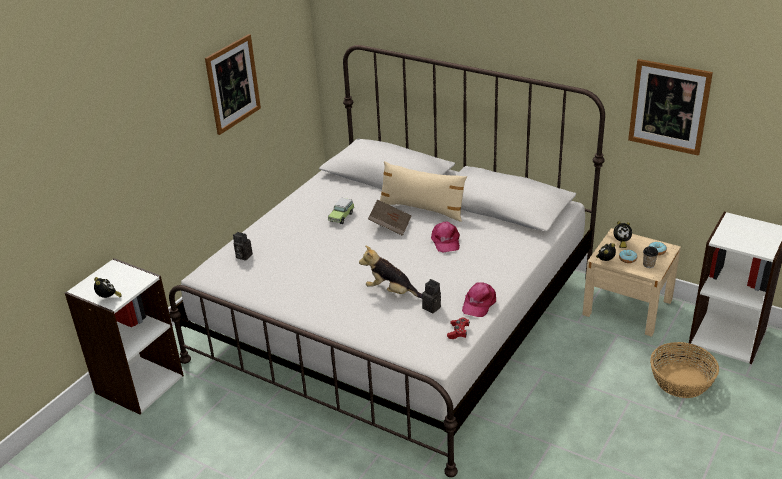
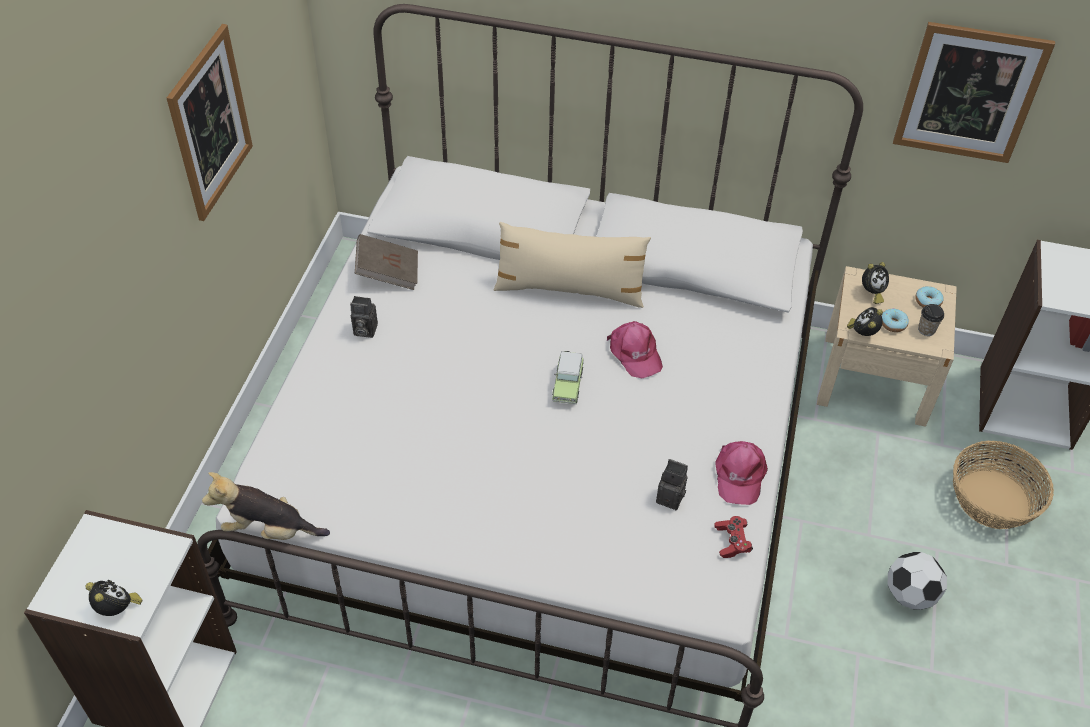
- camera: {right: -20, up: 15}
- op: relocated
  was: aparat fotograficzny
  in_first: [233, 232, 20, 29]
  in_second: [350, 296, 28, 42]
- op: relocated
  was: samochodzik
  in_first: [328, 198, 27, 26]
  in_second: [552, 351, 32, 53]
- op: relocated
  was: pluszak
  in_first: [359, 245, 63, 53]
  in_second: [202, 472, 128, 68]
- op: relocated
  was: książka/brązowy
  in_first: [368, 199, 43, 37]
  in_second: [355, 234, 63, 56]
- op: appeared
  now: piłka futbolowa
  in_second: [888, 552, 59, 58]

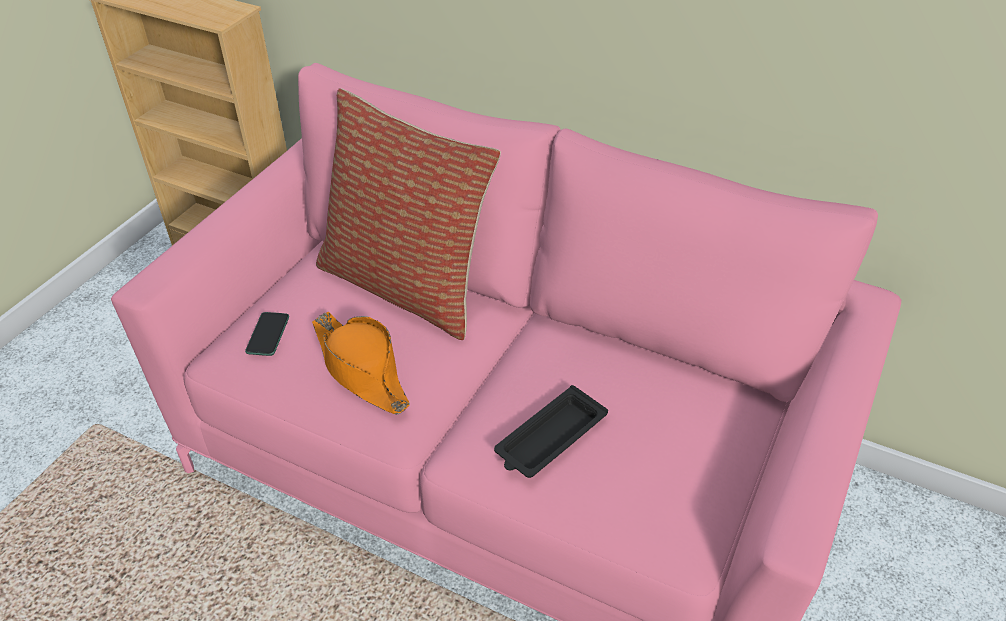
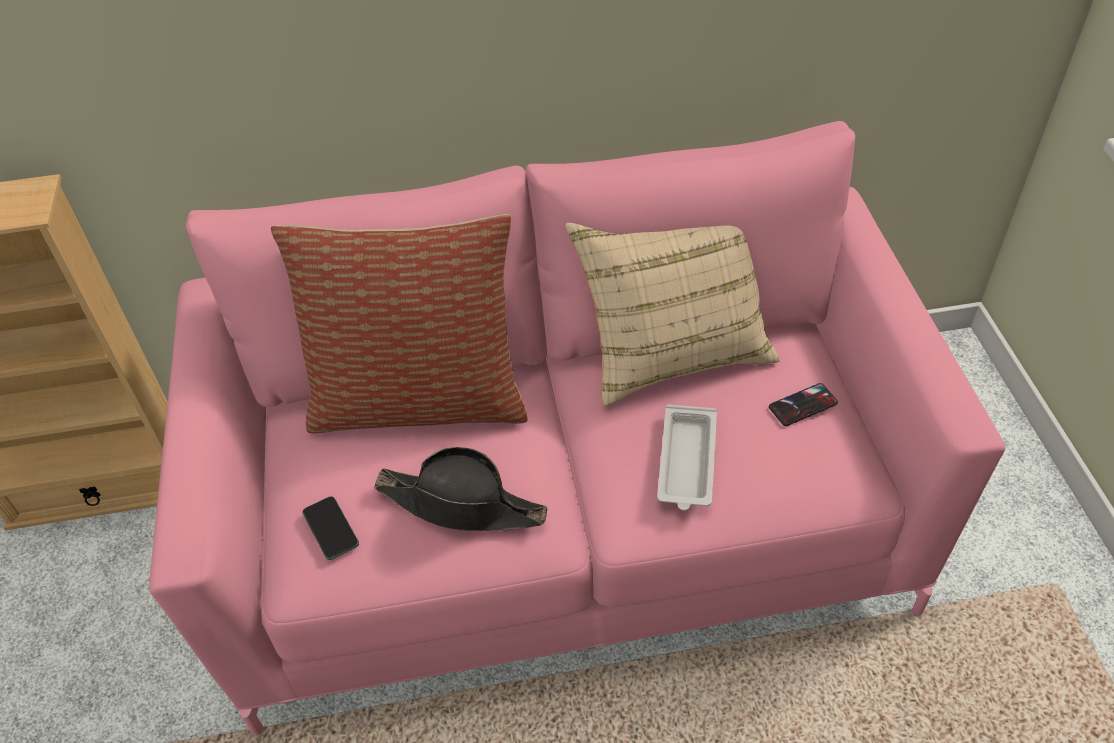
- camera: {right: -35, up: 5}
- op: colour
  was: kapelusz/pomarańczowy
  now: kapelusz/czarny
  in_first: [312, 312, 98, 103]
  in_second: [374, 447, 174, 84]
- op: colour
  was: taca/czarny
  now: taca/biały
  in_first: [494, 385, 114, 93]
  in_second: [657, 404, 60, 107]
- op: appeared
  now: poduszka/beżowy
  in_second: [565, 223, 215, 184]
- op: appeared
  now: telefon
  in_second: [769, 383, 69, 43]

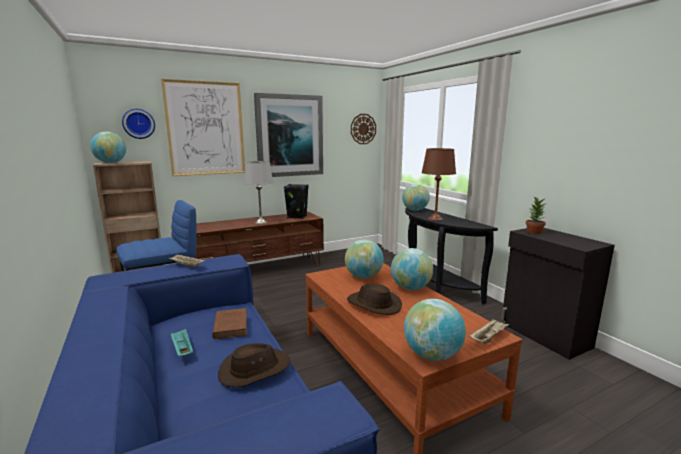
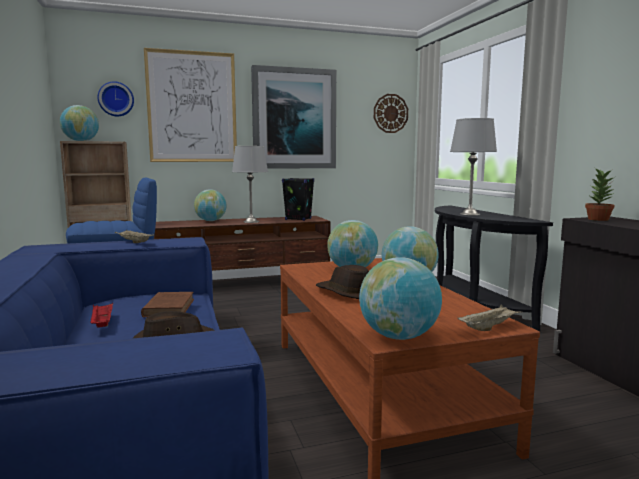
- camera: {right: 10, up: -5}
- op: colour
  was: taca/turkusowy
  now: taca/czerwony
  in_first: [170, 328, 23, 28]
  in_second: [90, 303, 23, 25]
- op: relocated
  was: globus
  in_first: [402, 184, 28, 27]
  in_second: [194, 189, 32, 32]
- op: colour
  was: lampa stołowa/brązowy
  now: lampa stołowa/szary
  in_first: [422, 148, 34, 73]
  in_second: [450, 118, 47, 98]

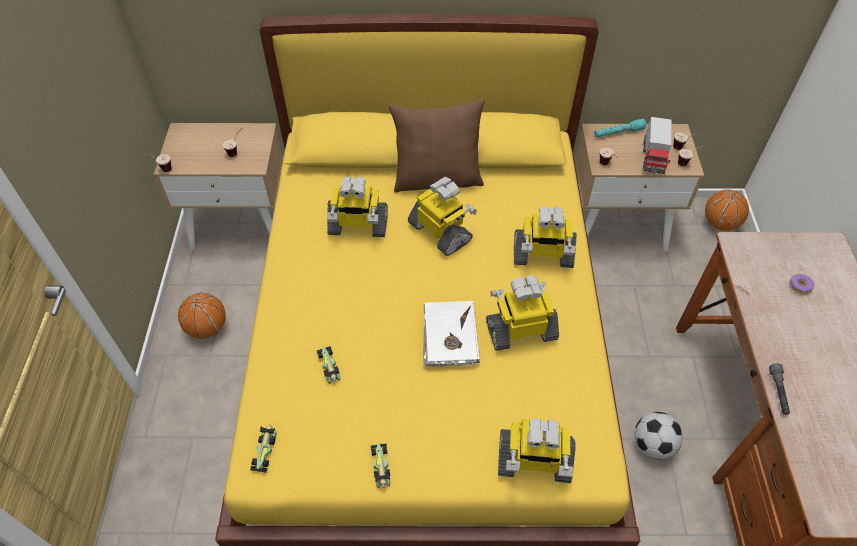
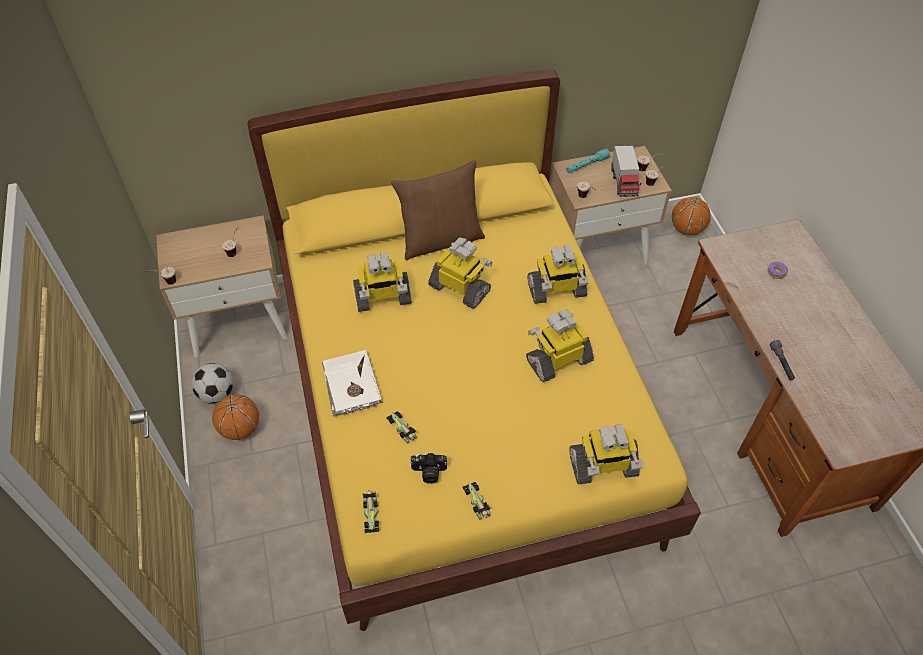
- camera: {right: -15, up: 0}
- op: relocated
  was: książka/biały
  in_first: [423, 301, 57, 65]
  in_second: [322, 350, 60, 66]
- op: relocated
  was: piłka futbolowa
  in_first: [635, 412, 48, 48]
  in_second: [192, 363, 41, 41]
- op: appeared
  now: aparat fotograficzny
  in_second: [410, 453, 37, 31]

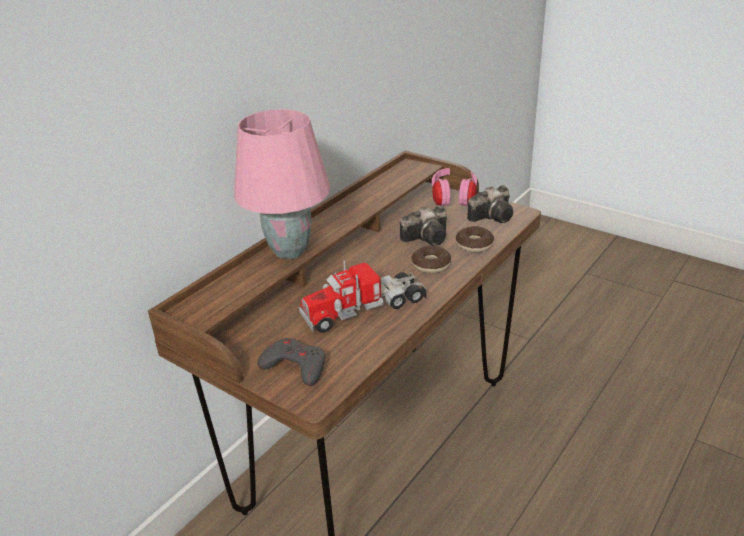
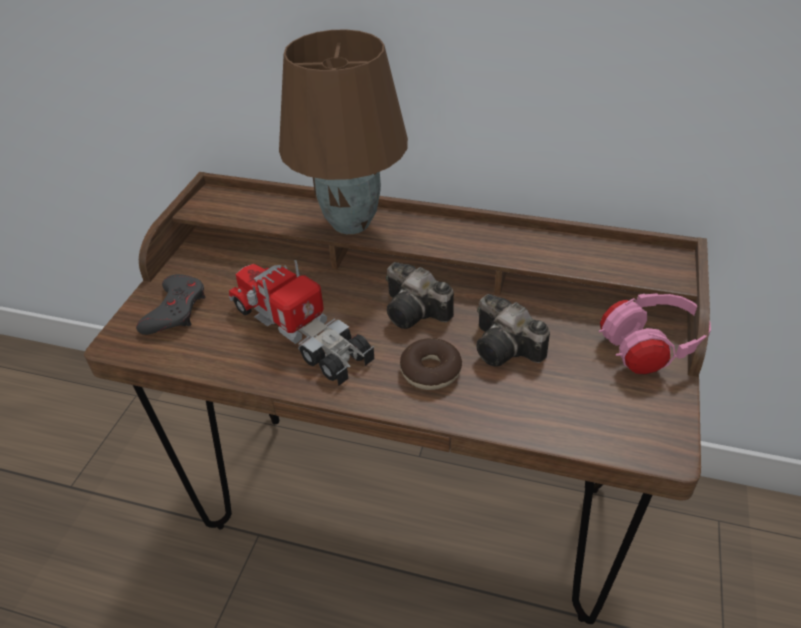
- camera: {right: 70, up: 10}
- op: colour
  was: lampa stołowa/różowy
  now: lampa stołowa/brązowy
  in_first: [234, 109, 96, 150]
  in_second: [279, 29, 129, 205]
- op: missing
  was: donut
  in_first: [456, 226, 38, 27]
- op: relocated
  was: aparat fotograficzny
  in_first: [467, 185, 46, 38]
  in_second: [386, 262, 68, 67]

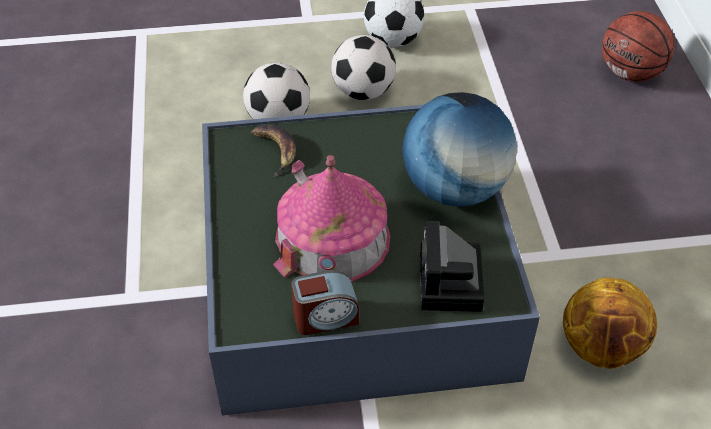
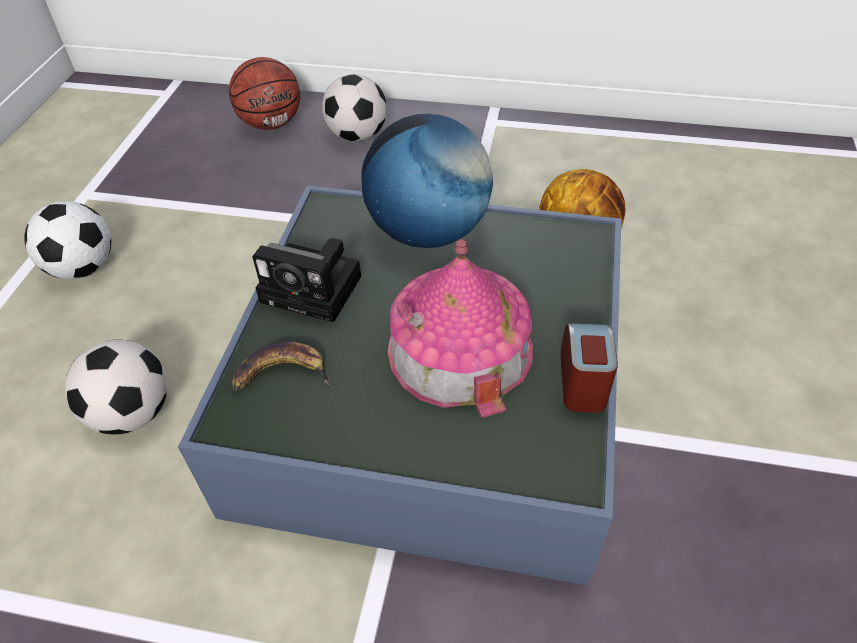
- camera: {right: -70, up: 0}
- op: relocated
  was: piłka futbolowa
  in_first: [331, 35, 65, 65]
  in_second: [322, 74, 65, 68]
- op: relocated
  was: aparat fotograficzny
  in_first: [420, 221, 64, 91]
  in_second: [252, 238, 109, 85]

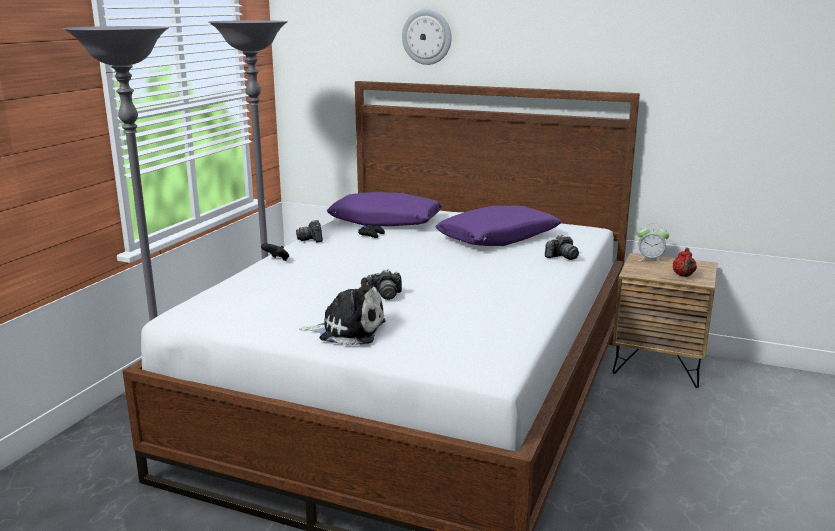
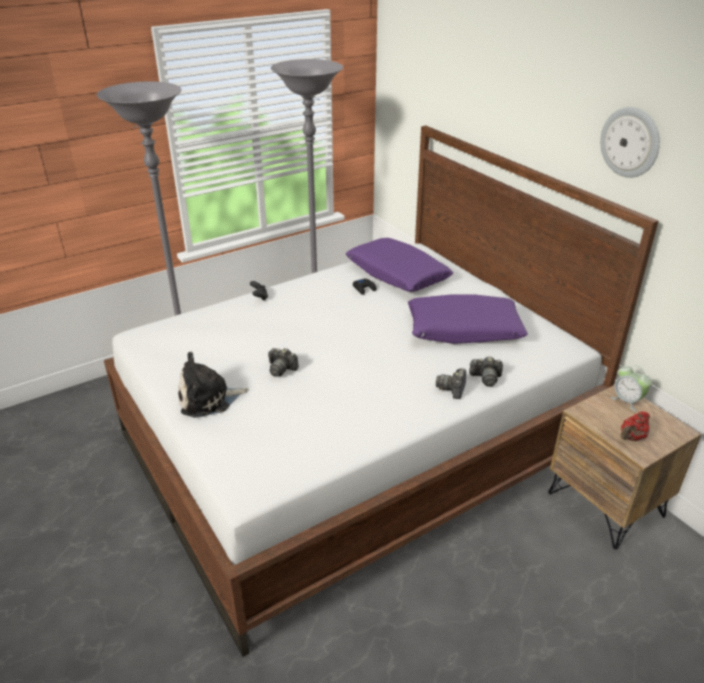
- camera: {right: 35, up: 15}
- op: relocated
  was: aparat fotograficzny
  in_first: [296, 220, 27, 22]
  in_second: [436, 368, 30, 31]
- op: spun
  was: pluszak
  in_first: [299, 277, 87, 69]
  in_second: [178, 352, 71, 66]
  clockwise: 120
- op: relocated
  was: zegar ścienny
  in_first: [402, 9, 50, 56]
  in_second: [600, 107, 60, 71]

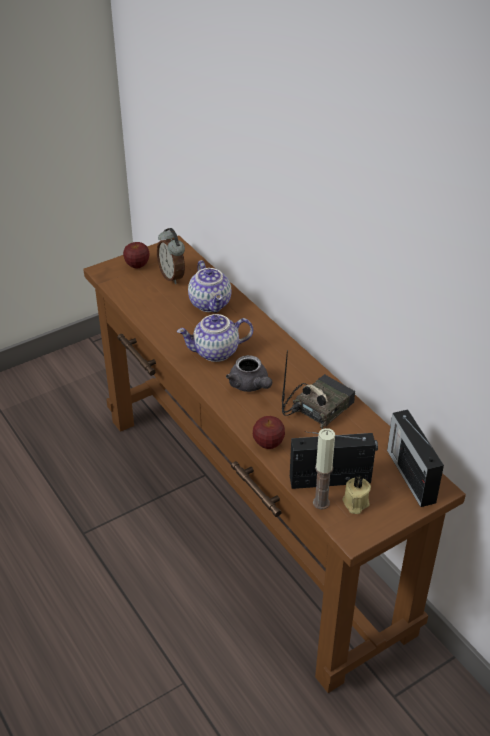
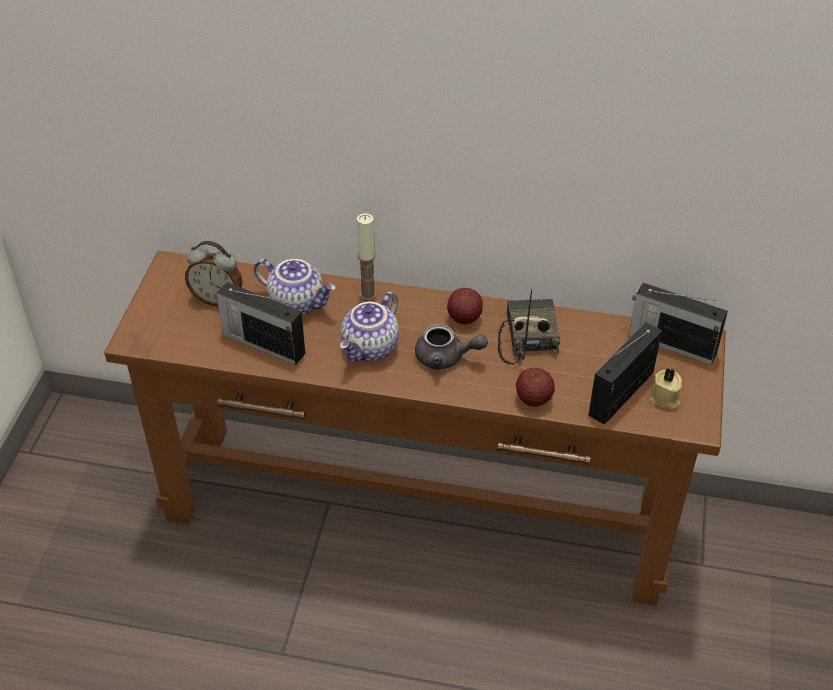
- camera: {right: -45, up: 5}
- op: relocated
  was: jabłko
  in_first: [123, 242, 27, 26]
  in_second: [447, 288, 36, 36]
- op: relocated
  was: świeca
  in_first: [313, 428, 22, 82]
  in_second: [357, 213, 20, 88]
- op: appeared
  now: radio
  in_second: [216, 282, 89, 83]

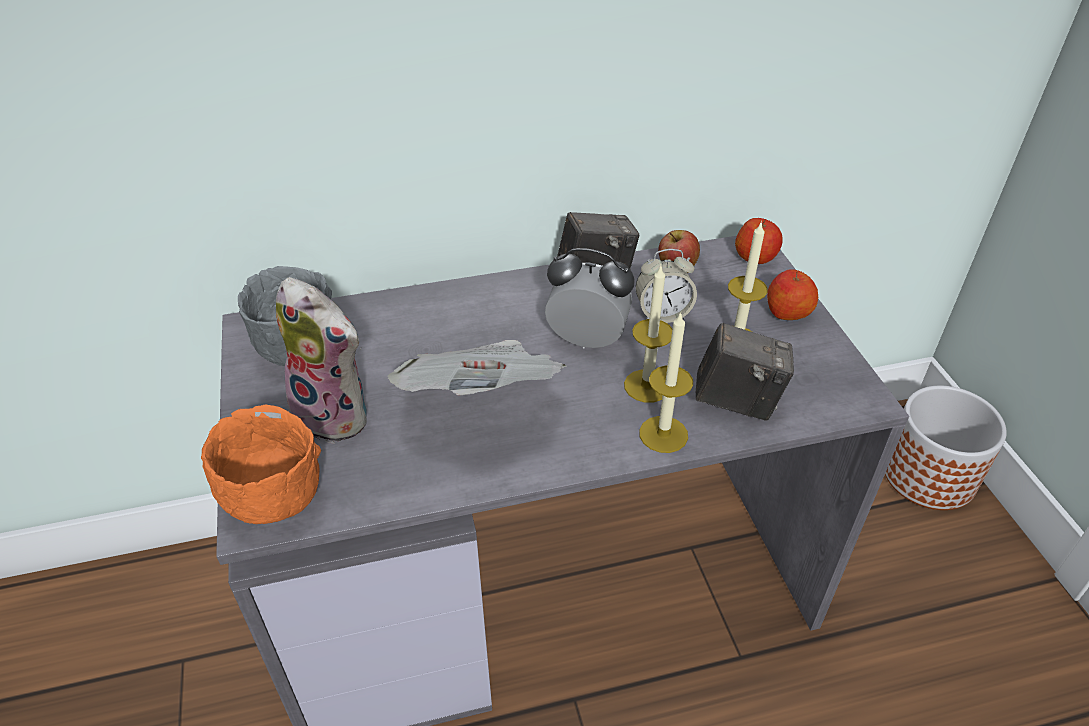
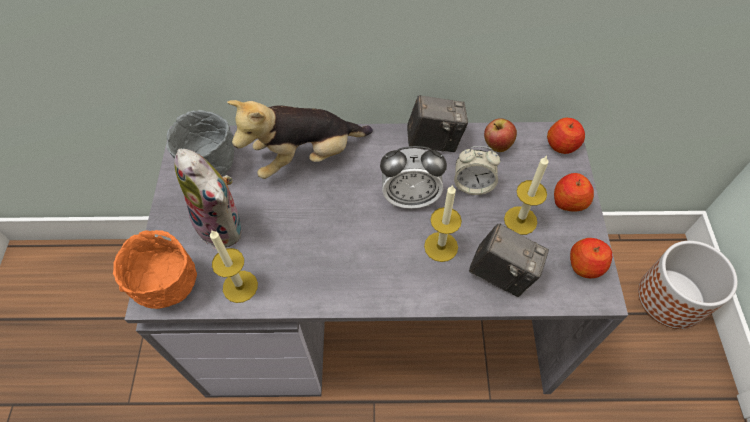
- camera: {right: 15, up: 15}
- op: missing
  was: gazeta
  in_first: [387, 340, 179, 55]
- op: spun
  was: budzik
  in_first: [545, 248, 89, 101]
  in_second: [380, 146, 67, 63]
  clockwise: 150
- op: relocated
  was: świeca
  in_first: [639, 312, 54, 141]
  in_second: [210, 230, 48, 73]
- op: appeared
  now: pluszak
  in_second: [227, 100, 146, 79]
- op: appeared
  now: jabłko
  in_second: [570, 238, 42, 40]

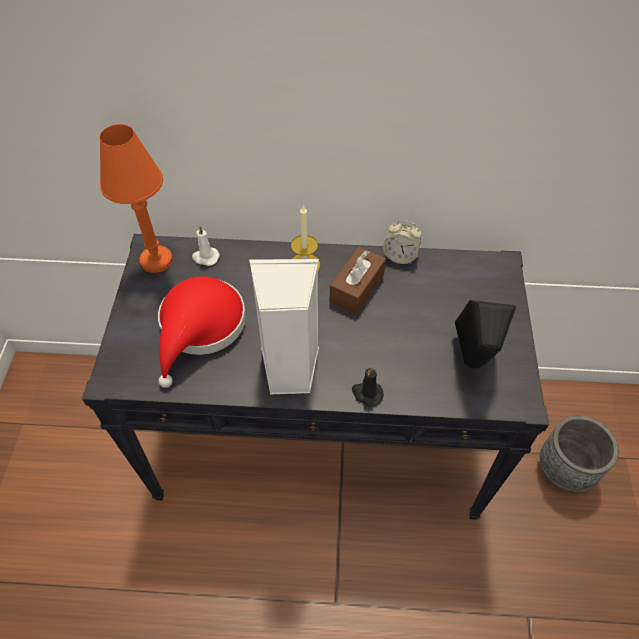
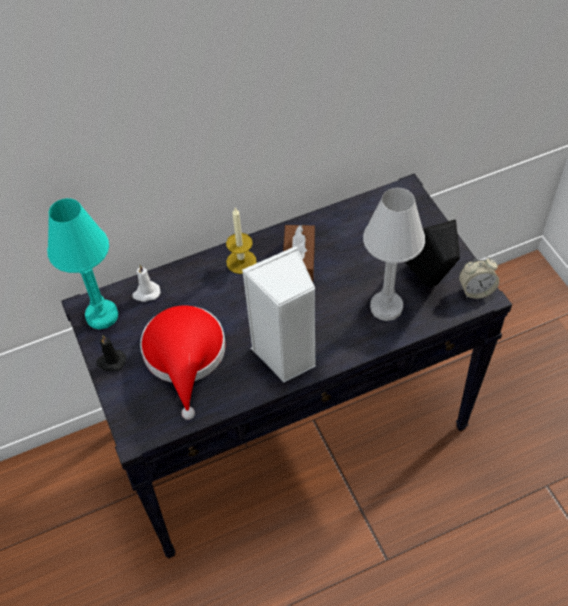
- camera: {right: -25, up: 0}
- op: colour
  was: lampa stołowa/pomarańczowy
  now: lampa stołowa/turkusowy
  in_first: [100, 124, 73, 149]
  in_second: [47, 198, 71, 131]
- op: relocated
  was: świeca/czarny
  in_first: [352, 366, 32, 41]
  in_second: [96, 335, 30, 36]
- op: relocated
  was: budzik
  in_first: [383, 220, 39, 44]
  in_second: [459, 257, 40, 42]
- op: missing
  was: donica/szary
  in_first: [540, 415, 79, 77]
- op: appeared
  now: lampa stołowa/biały
  in_second: [363, 188, 62, 133]

